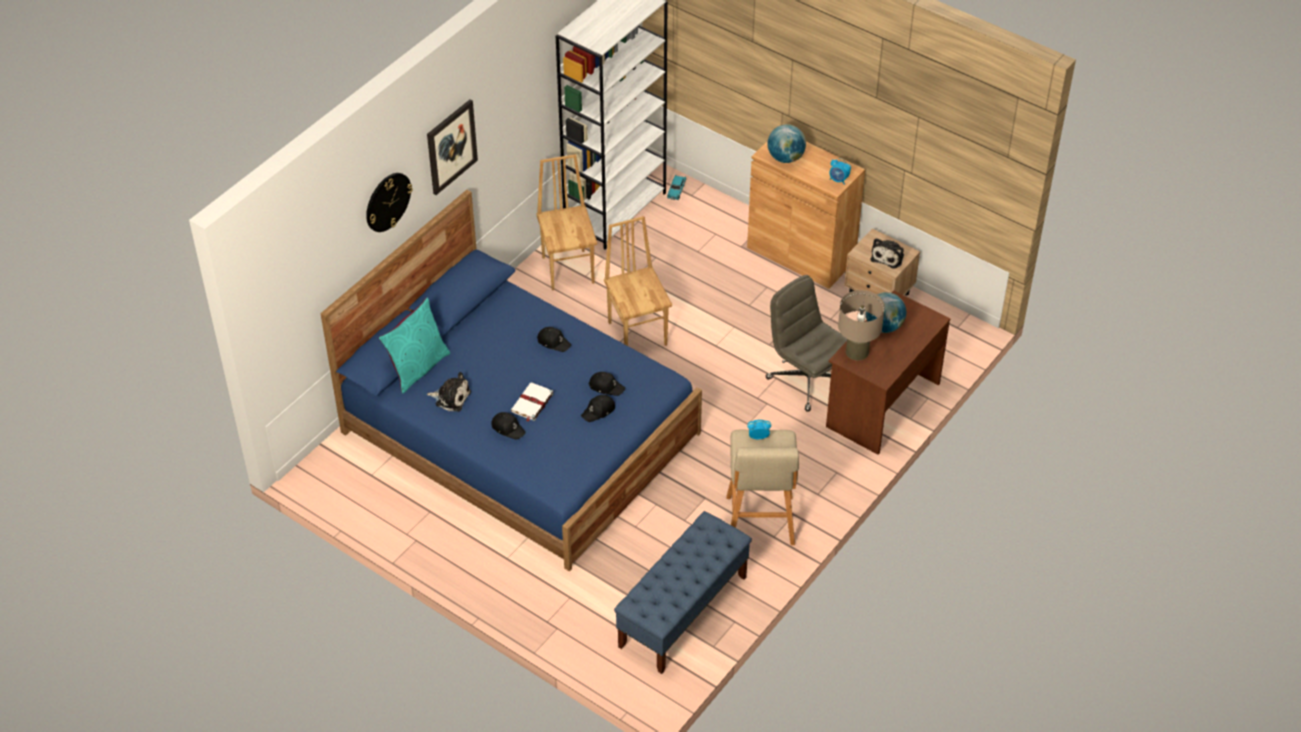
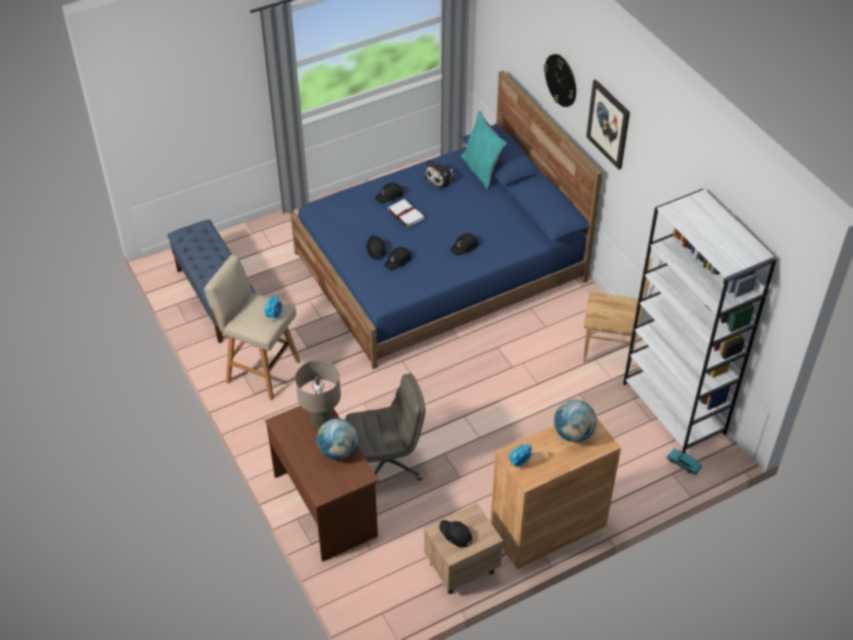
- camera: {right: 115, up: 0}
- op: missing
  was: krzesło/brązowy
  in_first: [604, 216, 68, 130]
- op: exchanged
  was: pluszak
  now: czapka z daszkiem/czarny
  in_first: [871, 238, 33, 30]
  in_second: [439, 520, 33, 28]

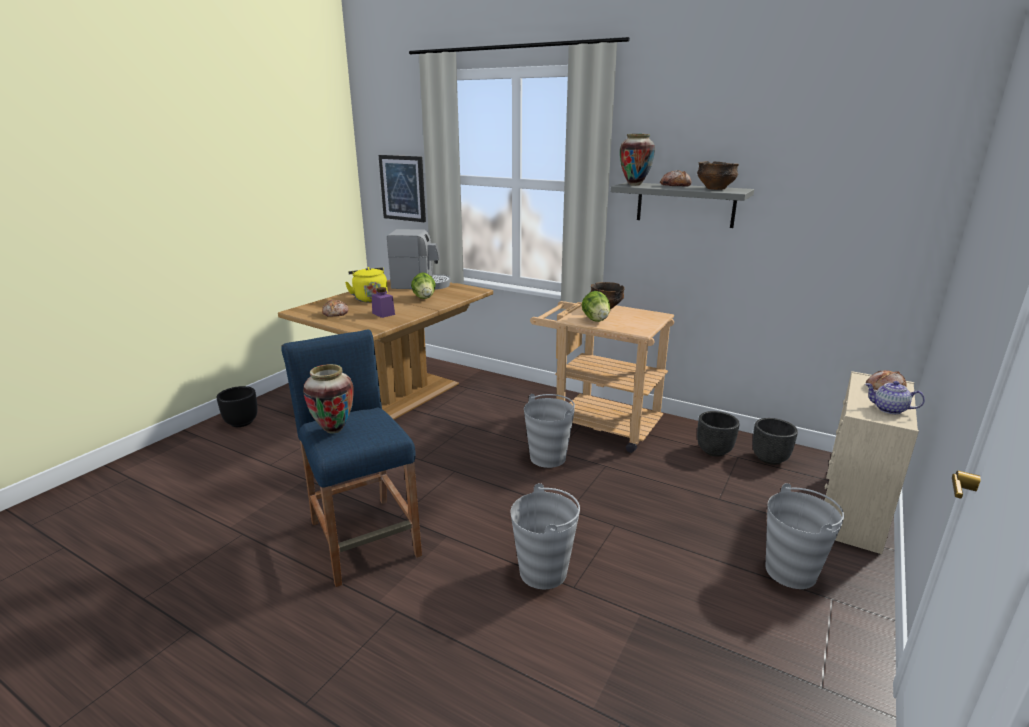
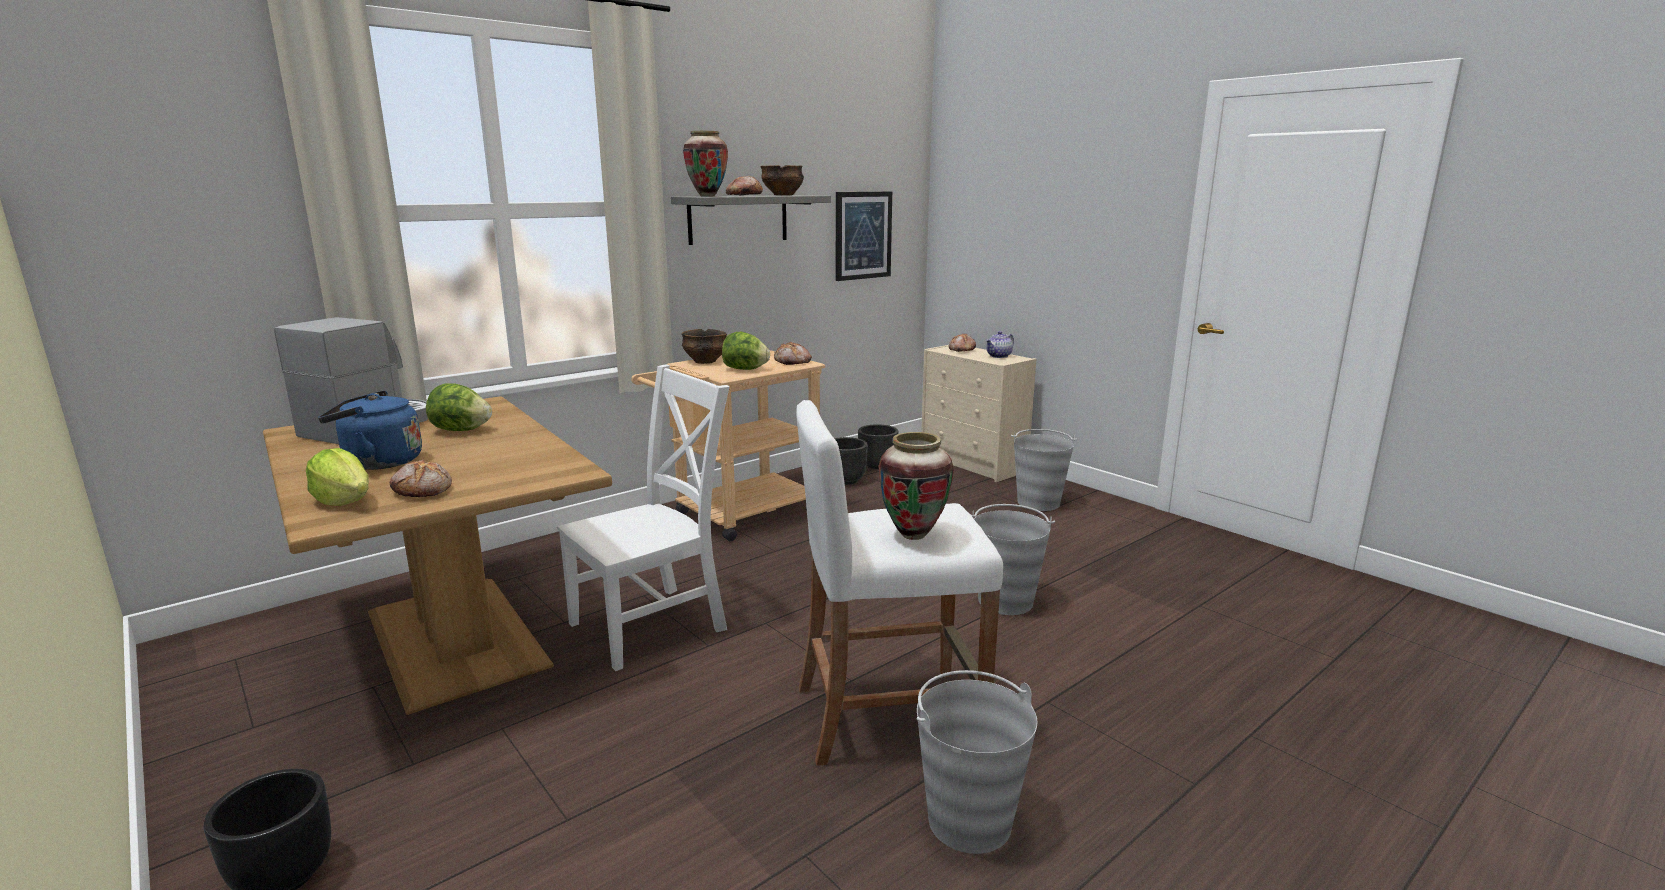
- camera: {right: -70, up: -5}
- op: colour
  was: stołek/niebieski
  now: stołek/biały
  in_first: [281, 329, 141, 258]
  in_second: [796, 400, 207, 366]
- op: colour
  was: czajnik/żółty
  now: czajnik/niebieski
  in_first: [345, 267, 43, 35]
  in_second: [318, 390, 104, 80]
- op: missing
  was: słoik/fioletowy
  in_first: [372, 287, 23, 31]
- op: relocated
  was: obraz
  in_first: [379, 155, 47, 67]
  in_second: [836, 191, 56, 90]
- op: relocated
  was: wiadro/szary
  in_first: [524, 394, 51, 74]
  in_second: [916, 670, 121, 184]
- op: appeared
  now: sałata
  in_second: [306, 448, 63, 58]
- op: appeared
  now: krzesło/biały
  in_second: [557, 364, 172, 307]
- op: appeared
  now: chleb
  in_second: [774, 342, 38, 23]

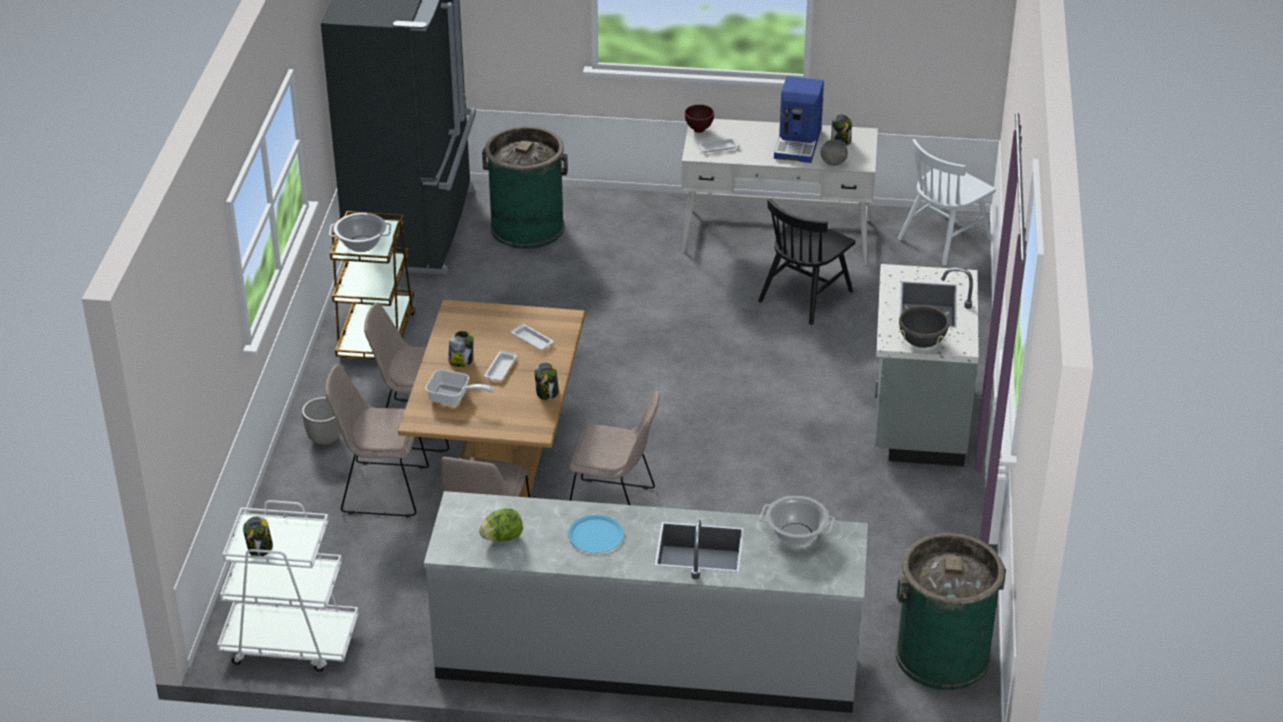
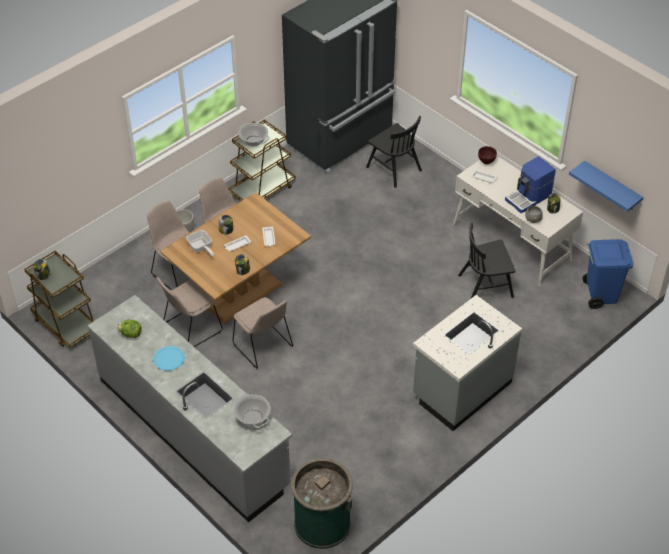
- camera: {right: 40, up: 10}
- op: colour
  was: wózek/biały
  now: wózek/brązowy
  in_first: [217, 500, 142, 172]
  in_second: [24, 251, 71, 97]
- op: exchanged
  was: kosz na śmieci/zielony
  now: krzesło/czarny
  in_first: [482, 126, 86, 123]
  in_second: [366, 116, 56, 72]
- op: exchanged
  was: krzesło/biały
  now: kosz na śmieci/niebieski
  in_first: [898, 139, 98, 126]
  in_second: [583, 239, 50, 70]
- op: missing
  was: garnek/czarny
  in_first: [899, 305, 50, 43]
- op: appeared
  now: półka/niebieski
  in_second: [569, 161, 74, 51]

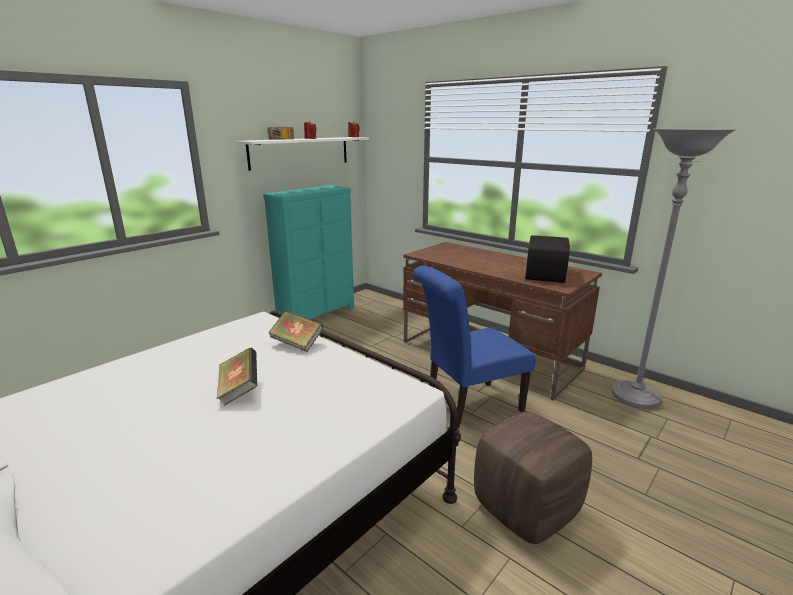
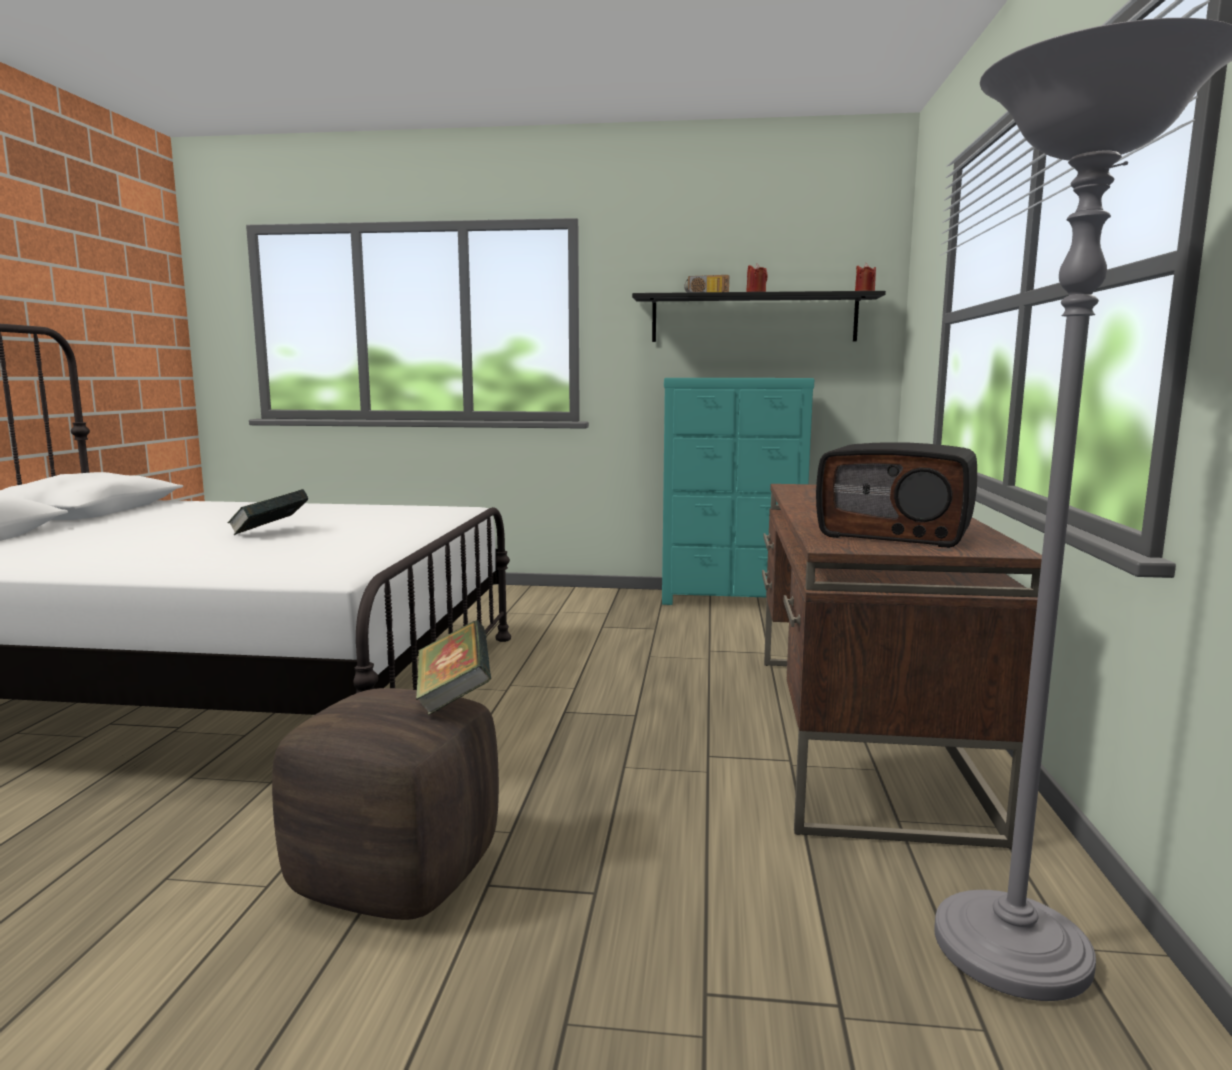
- camera: {right: 55, up: -10}
- op: colour
  was: półka/biały
  now: półka/czarny
  in_first: [235, 137, 134, 34]
  in_second: [632, 291, 254, 51]
- op: relocated
  was: książka
  in_first: [268, 310, 55, 42]
  in_second: [416, 620, 75, 95]
- op: missing
  was: krzesło/niebieski
  in_first: [413, 266, 123, 162]
- op: spun
  was: radio
  in_first: [525, 235, 45, 48]
  in_second: [816, 442, 161, 106]
  clockwise: -135

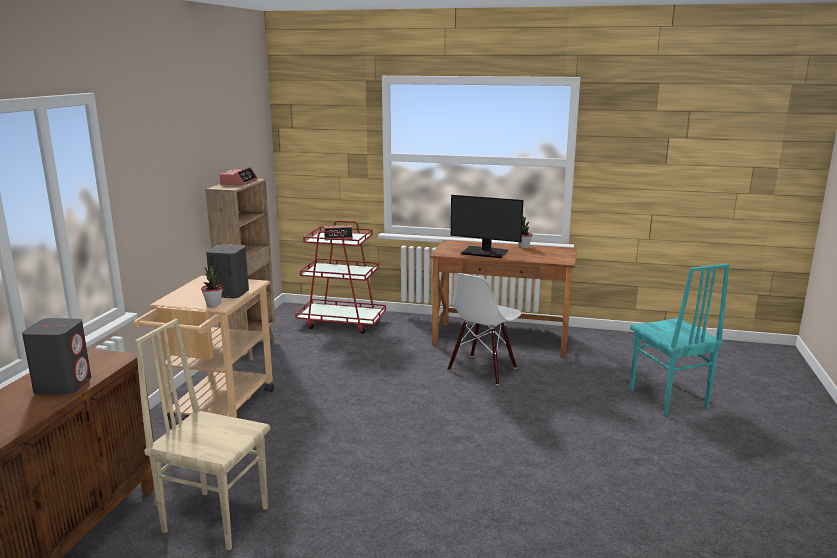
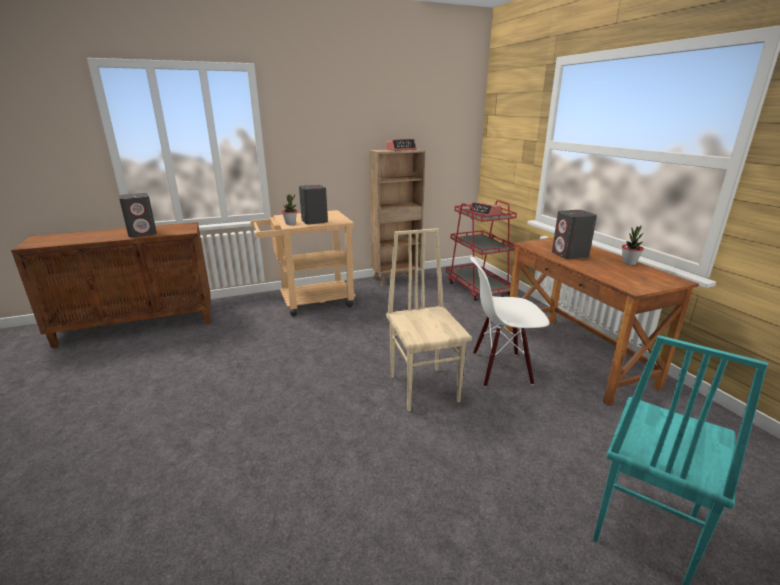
- camera: {right: 55, up: 5}
- op: relocated
  was: krzesło/beżowy
  in_first: [135, 319, 135, 231]
  in_second: [386, 228, 86, 184]
- op: exchanged
  was: monitor
  now: głośnik/szary
  in_first: [451, 195, 72, 63]
  in_second: [552, 210, 45, 49]

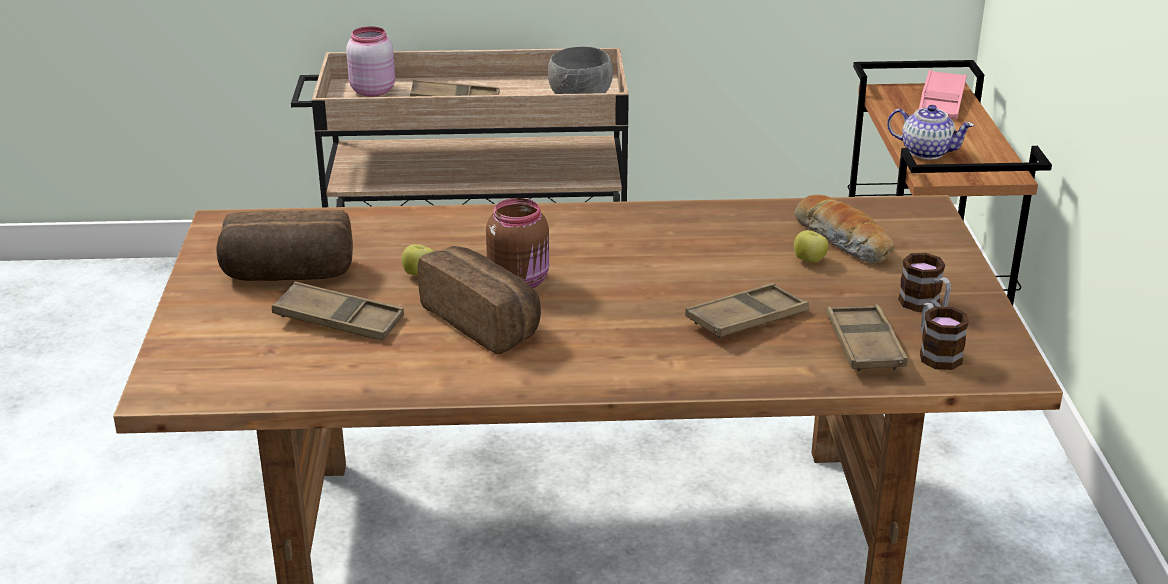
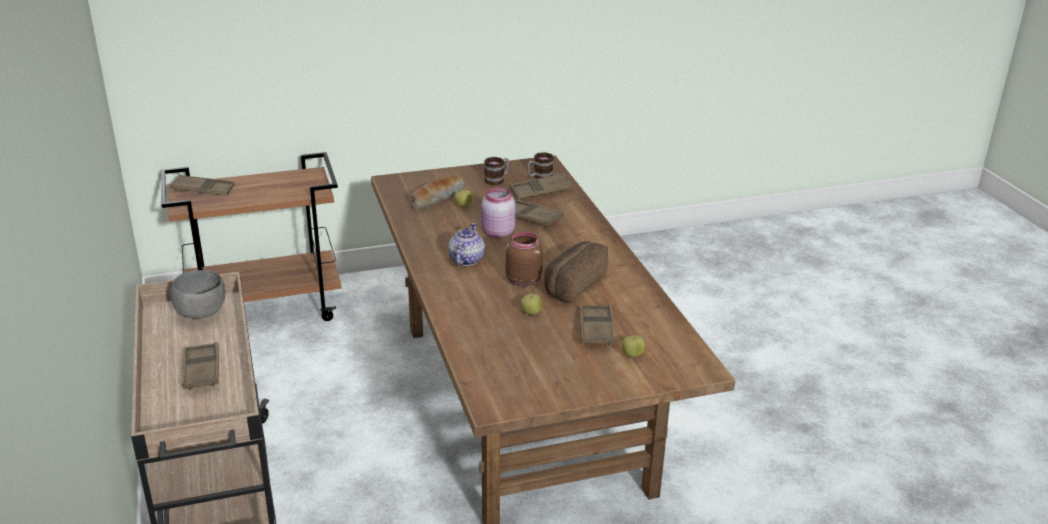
- camera: {right: -105, up: 0}
- op: missing
  was: chleb
  in_first: [216, 210, 137, 71]
- op: relocated
  was: słoik/różowy
  in_first: [346, 26, 49, 71]
  in_second: [481, 187, 35, 51]
- op: relocated
  was: imbryk
  in_first: [887, 105, 87, 54]
  in_second: [448, 223, 37, 43]
- op: colour
  was: taca/różowy
  now: taca/brązowy
  in_first: [919, 70, 48, 50]
  in_second: [170, 175, 65, 21]
- op: appeared
  now: jabłko
  in_second: [622, 336, 23, 21]

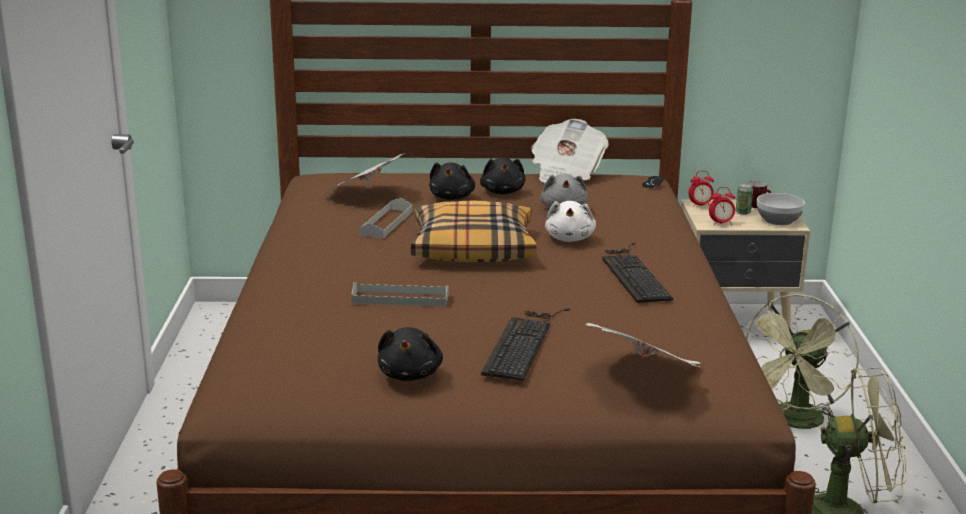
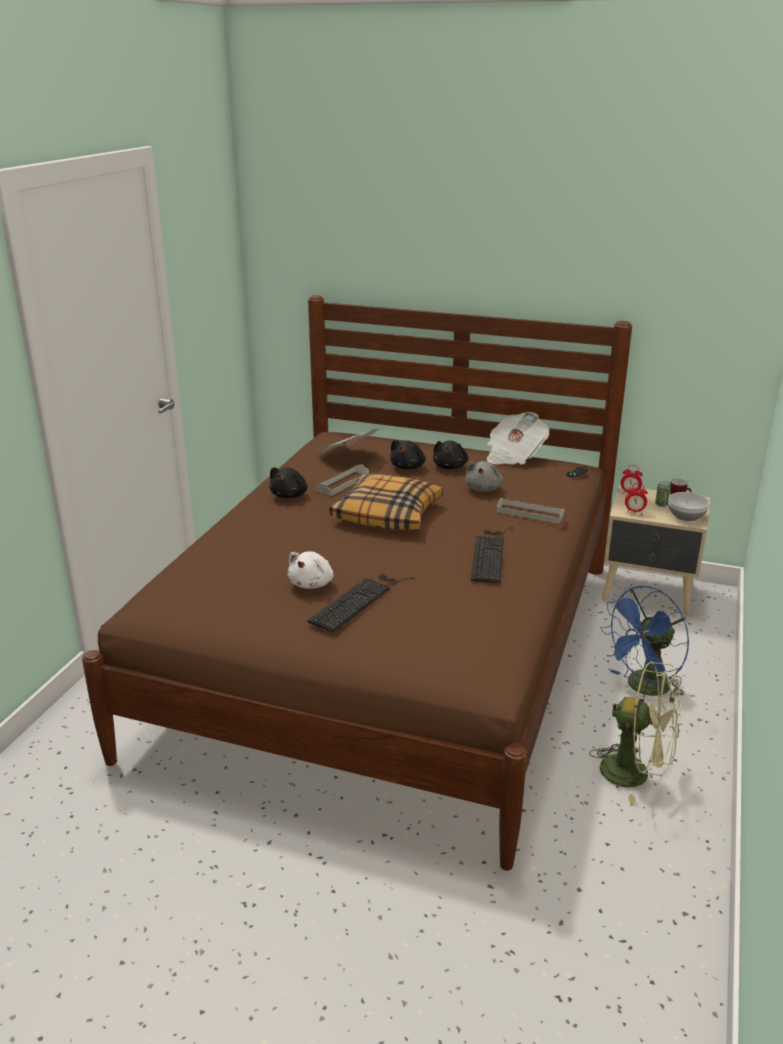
- camera: {right: 20, up: 5}
- op: relocated
  was: taca/szary
  in_first: [352, 282, 97, 25]
  in_second: [497, 498, 68, 25]
- op: relocated
  was: pluszak/czarny
  in_first: [378, 327, 65, 54]
  in_second: [269, 467, 39, 31]
- op: relocated
  was: pluszak/biały
  in_first: [545, 201, 51, 41]
  in_second: [288, 551, 46, 38]
- op: missing
  was: gazeta
  in_first: [586, 323, 114, 44]
- op: colour
  was: wentylator/zielony
  now: wentylator/niebieski
  in_first: [745, 294, 114, 135]
  in_second: [600, 586, 89, 117]

